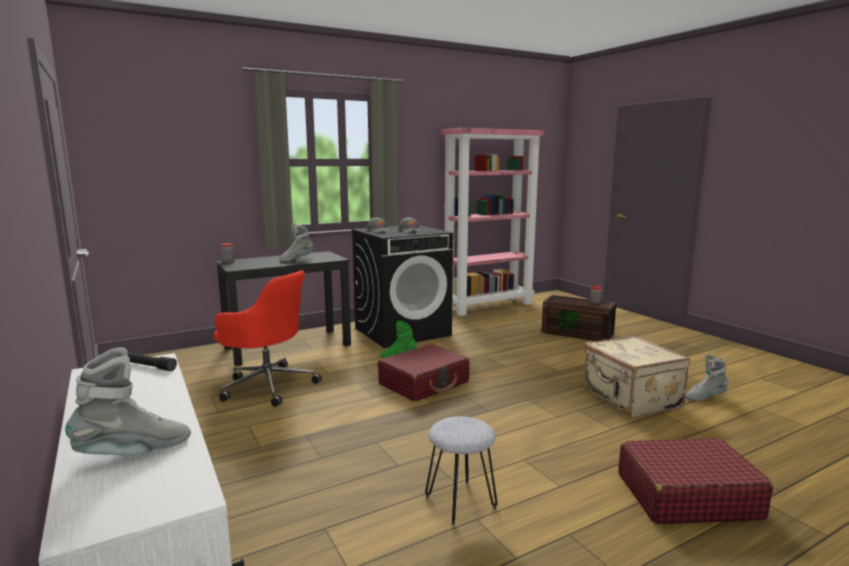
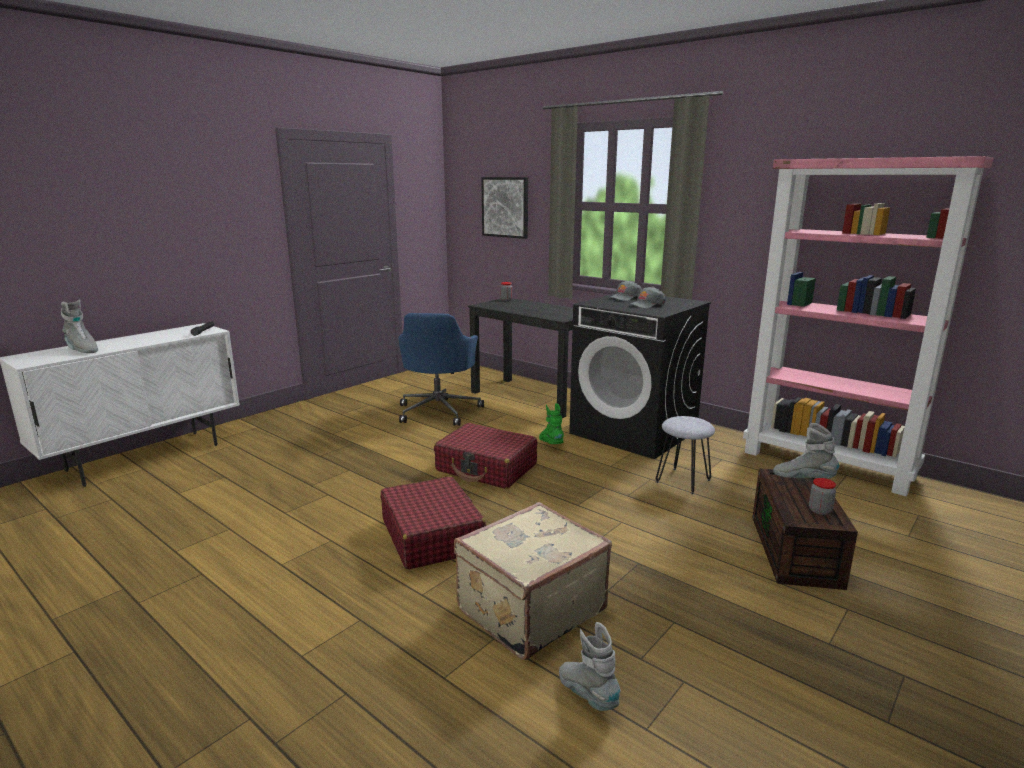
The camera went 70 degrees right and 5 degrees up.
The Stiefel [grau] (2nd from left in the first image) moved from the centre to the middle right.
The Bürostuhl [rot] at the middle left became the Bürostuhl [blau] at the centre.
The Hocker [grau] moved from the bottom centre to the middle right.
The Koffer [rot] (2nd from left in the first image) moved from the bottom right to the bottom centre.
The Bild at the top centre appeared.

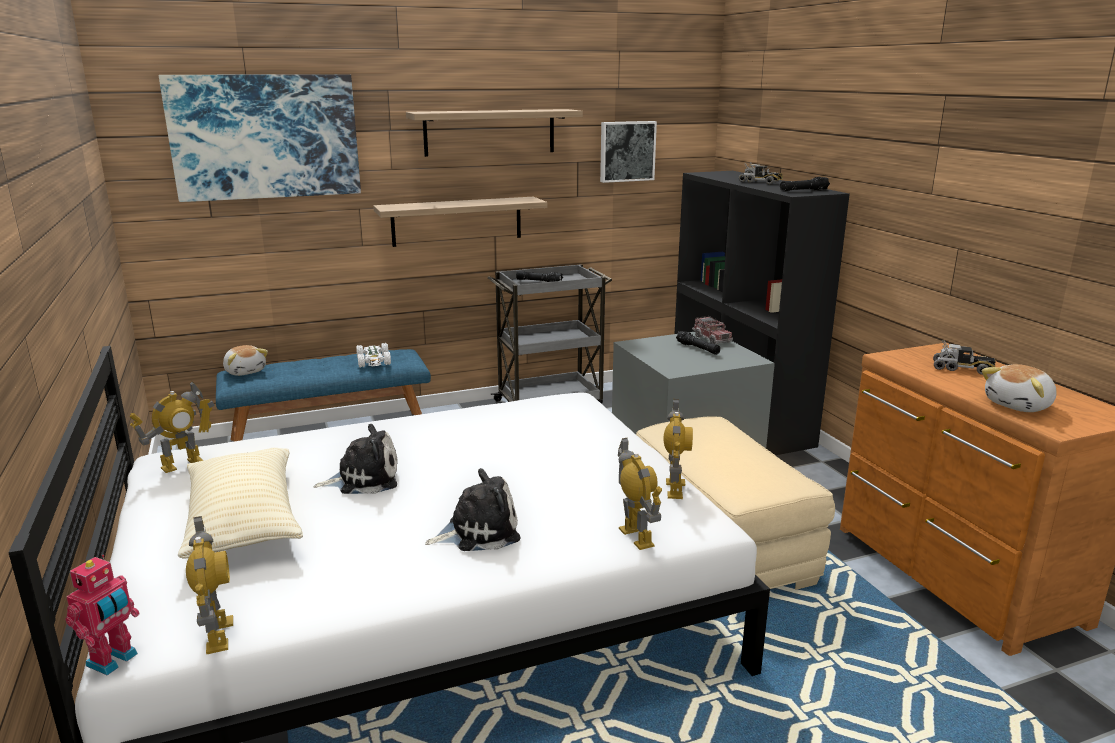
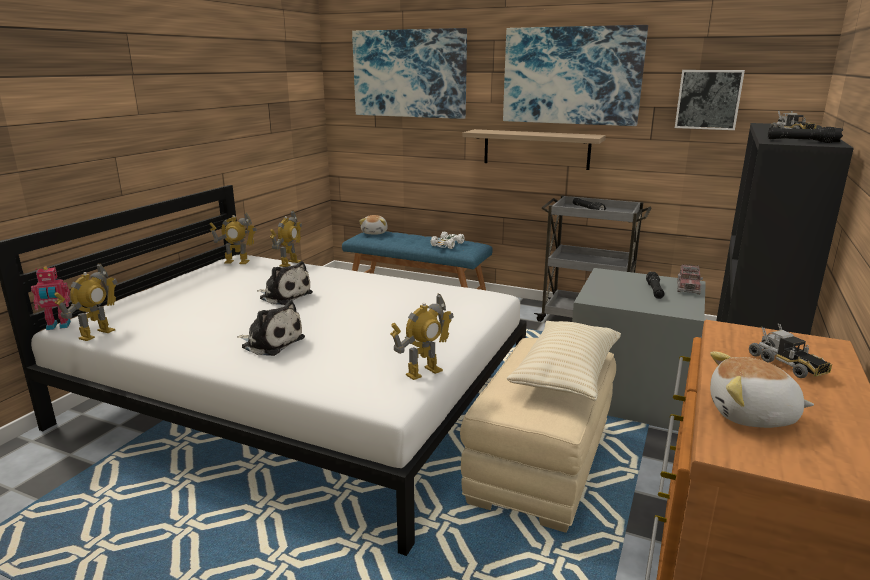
The camera went 45 degrees right and 0 degrees up.
The Wandregal (2nd from left) at the top centre was replaced by the Bild (2nd from left) at the top centre.
The Spielzeugroboter (4th from left) moved from the centre to the middle left.
The Kissen [beige] moved from the bottom left to the centre.

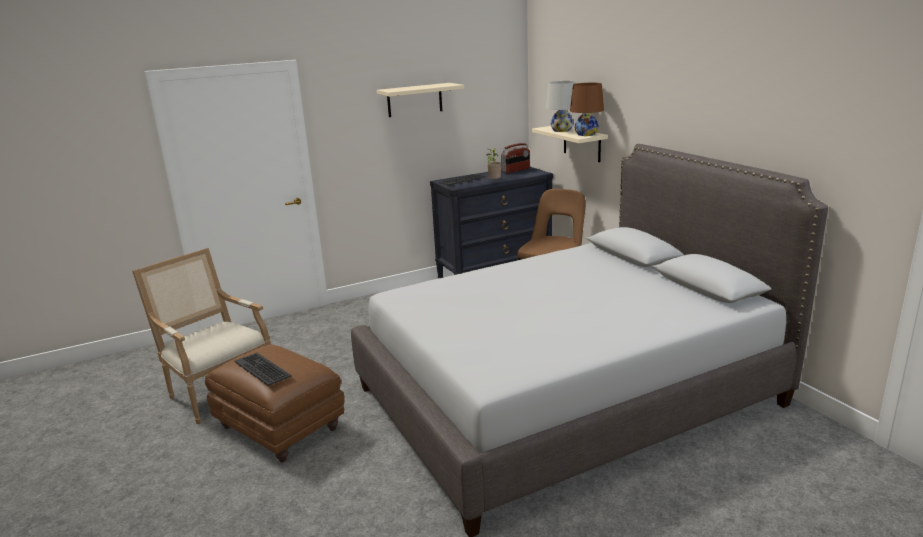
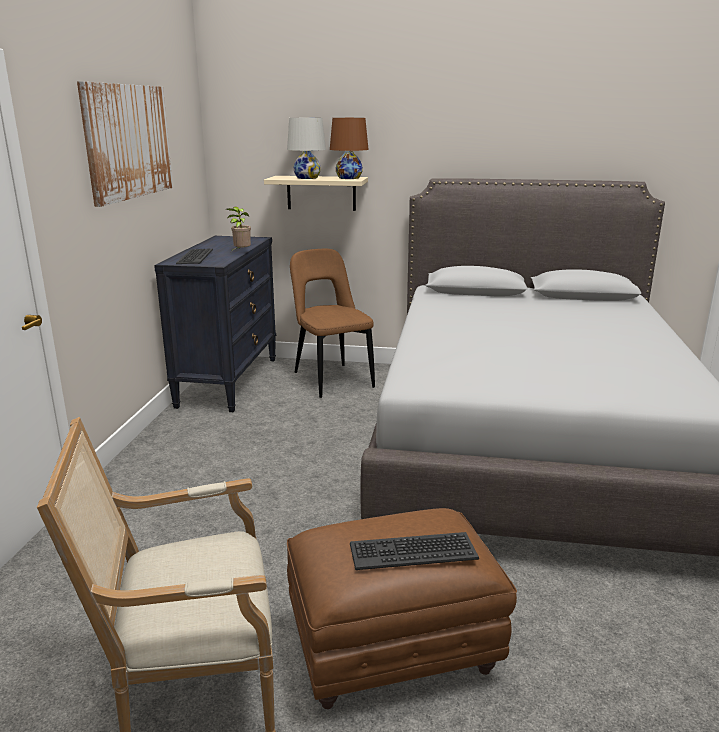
The camera went 55 degrees left and 0 degrees up.
The Wandregal [beige] (1st from left) at the top centre was replaced by the Bild at the top left.
The Radio at the top centre disappeared.

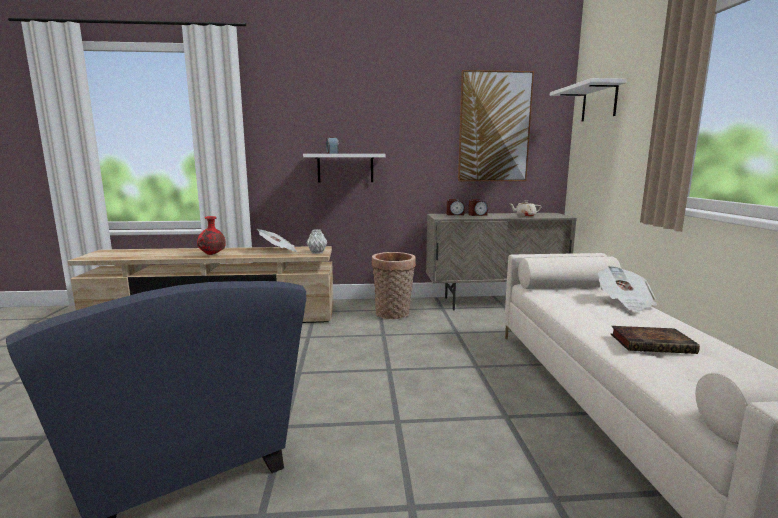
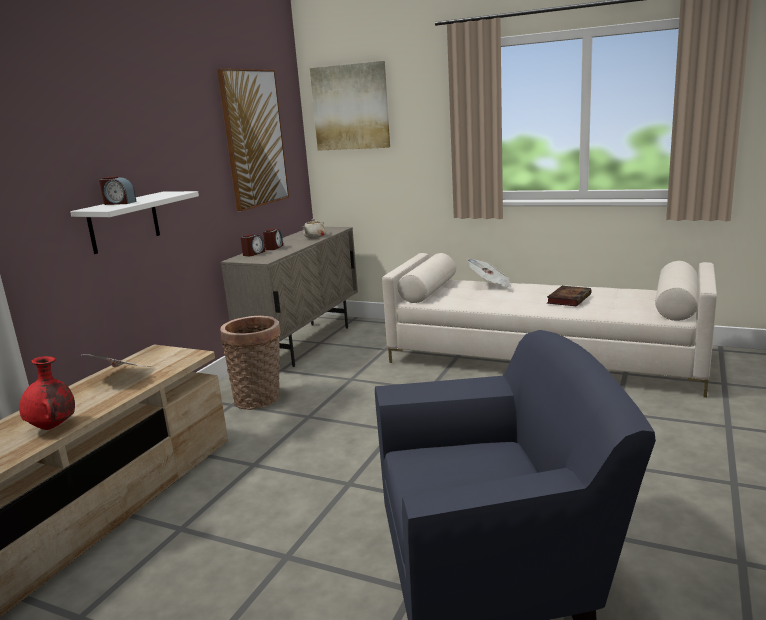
The camera went 60 degrees left and 5 degrees up.
The Wandregal [weiß] (2nd from left) at the top right was replaced by the Bild (2nd from left) at the top centre.
The Vase [grau] at the centre disappeared.

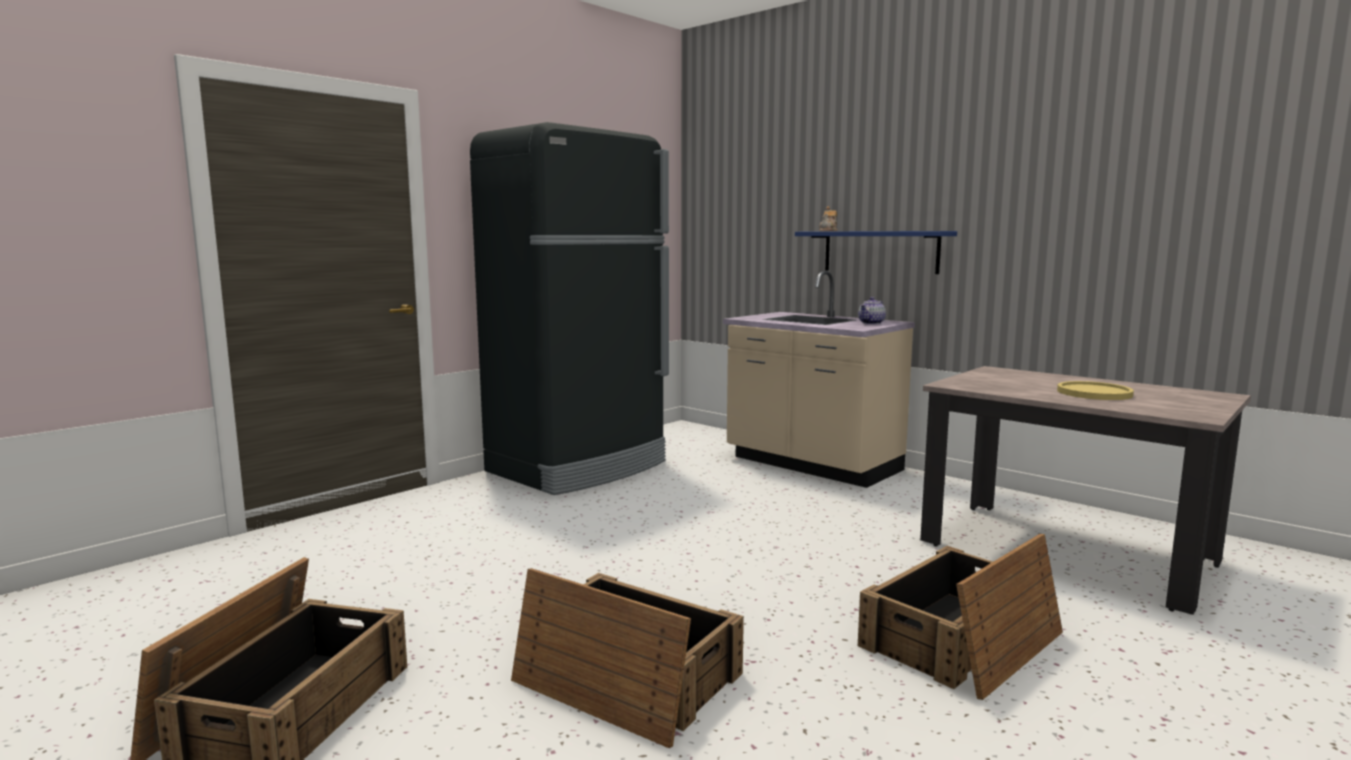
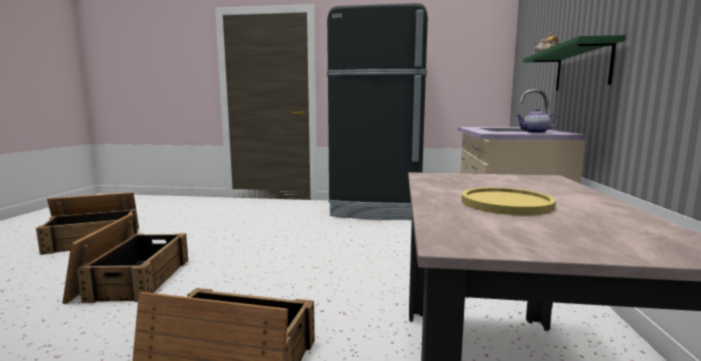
The camera went 55 degrees right and 0 degrees up.
The Wandregal [blau] at the top centre became the Wandregal [grün] at the top right.

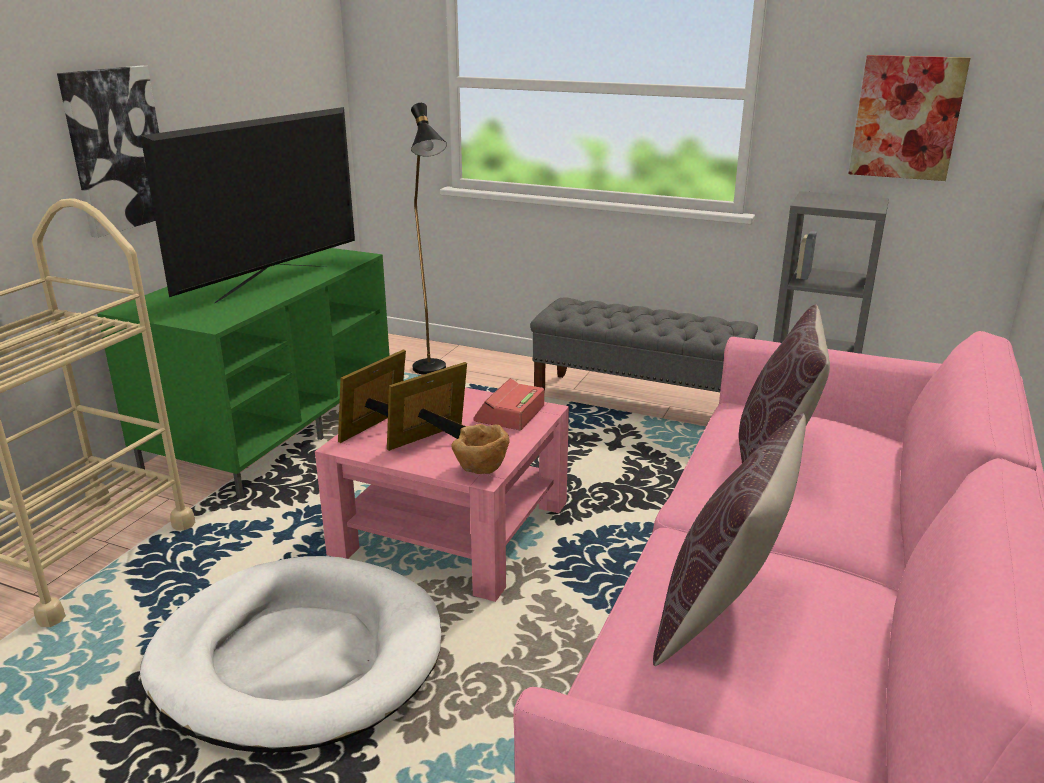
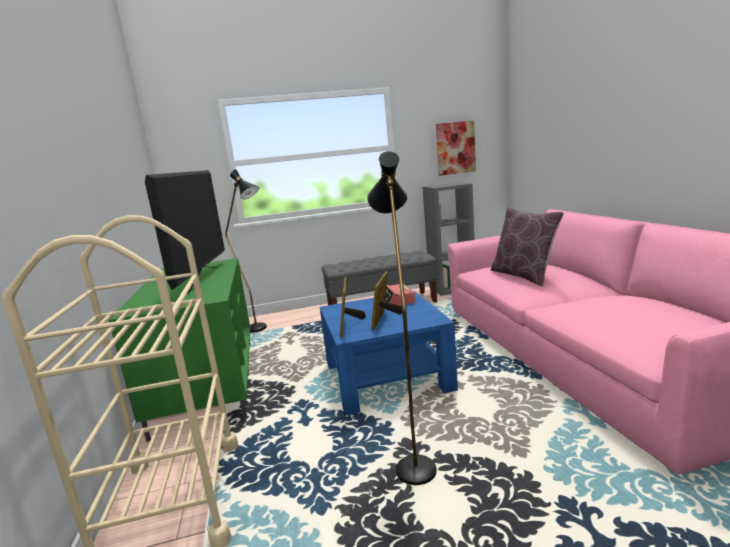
The camera went 35 degrees left and 10 degrees down.
The Bild (1st from left) at the top left disappeared.
The Couchtisch [rosa] at the centre became the Couchtisch [blau] at the centre.
The Kissen [braun] (1st from left) at the bottom right disappeared.
The Schüssel [braun] at the centre disappeared.
The Hundebett [weiß] at the bottom left was replaced by the Stehlampe [schwarz] (2nd from left) at the centre.

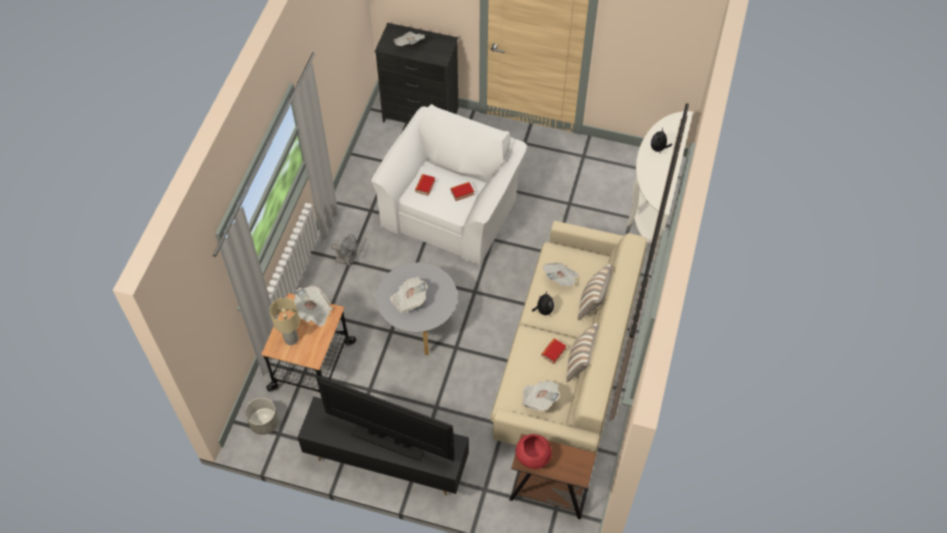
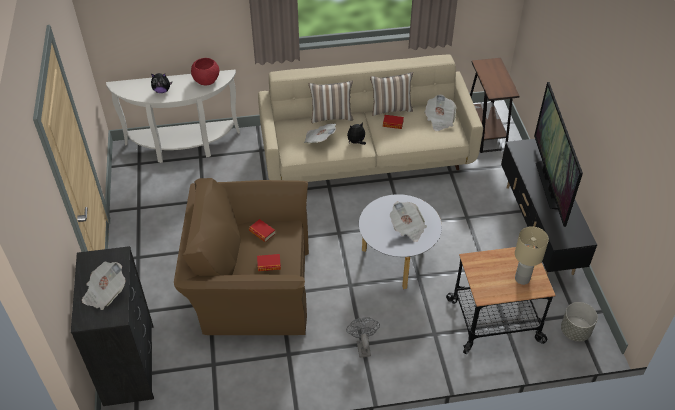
The camera went 115 degrees left and 10 degrees down.
The Sessel [weiß] at the centre became the Sessel [braun] at the centre.
The Zeitung (1st from left) at the middle left disappeared.
The Schüssel [rot] moved from the bottom centre to the top left.

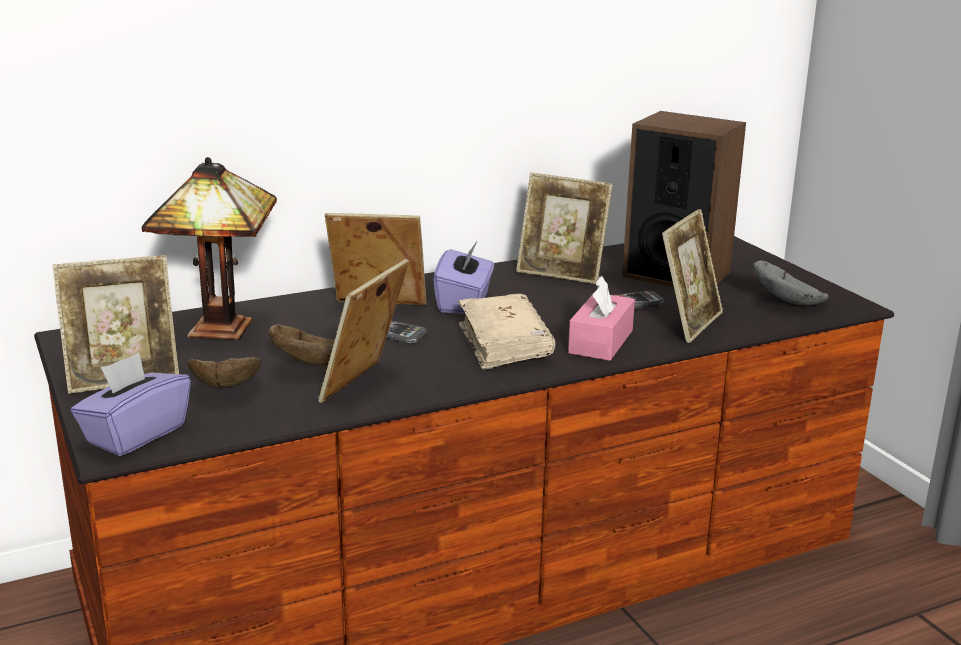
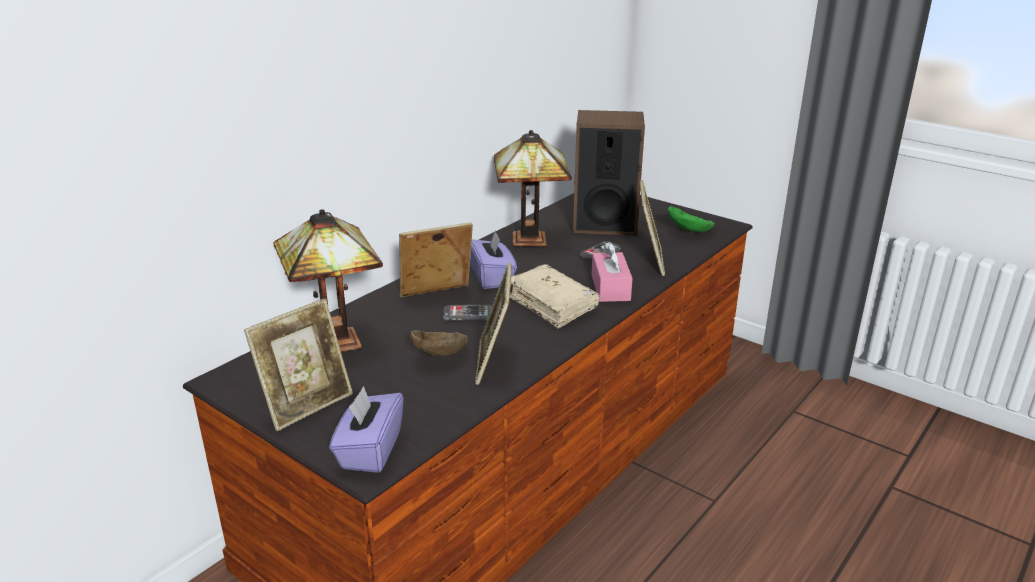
The camera went 25 degrees left and 5 degrees up.
The Bilderrahmen (4th from left) at the centre was replaced by the Tischlampe (2nd from left) at the top centre.
The Schüssel [grau] at the middle right became the Schüssel [grün] at the middle right.
The Schüssel [braun] (1st from left) at the middle left disappeared.

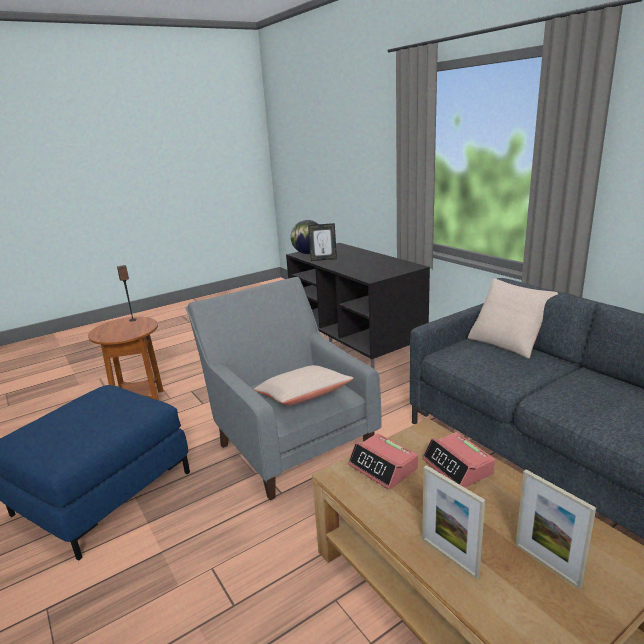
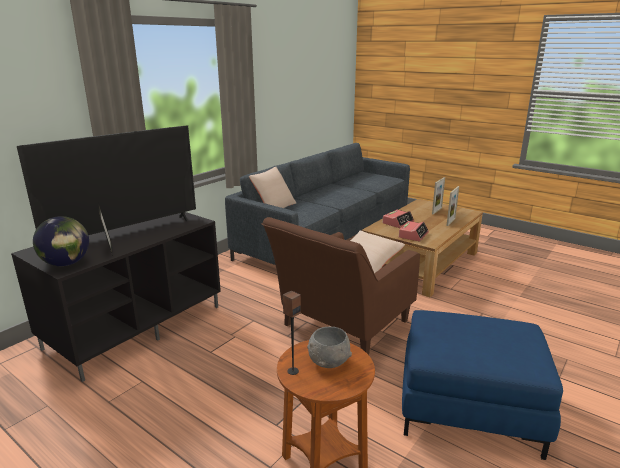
The camera went 110 degrees left and 0 degrees up.
The Sessel [grau] at the centre became the Sessel [braun] at the centre.
The Fernseher at the middle left appeared.
The Schüssel [grau] at the bottom centre appeared.

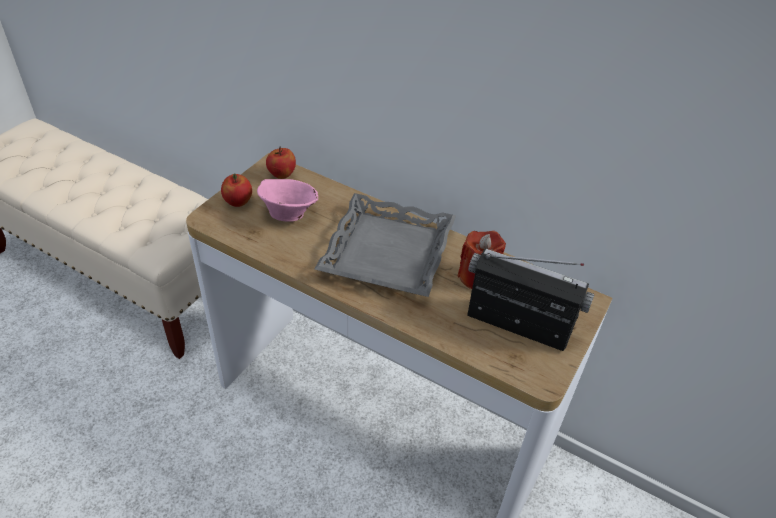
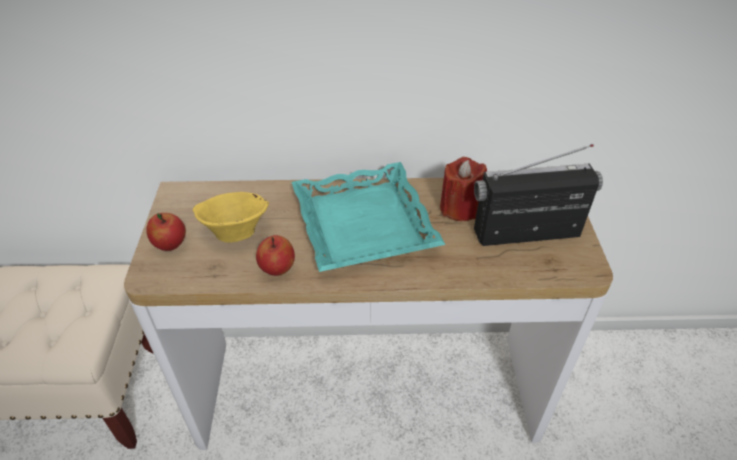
The camera went 30 degrees left and 0 degrees up.
The Apfel (2nd from left) moved from the top centre to the centre.
The Schüssel [rosa] at the centre became the Schüssel [gelb] at the middle left.
The Tablett [grau] at the centre became the Tablett [türkis] at the centre.

